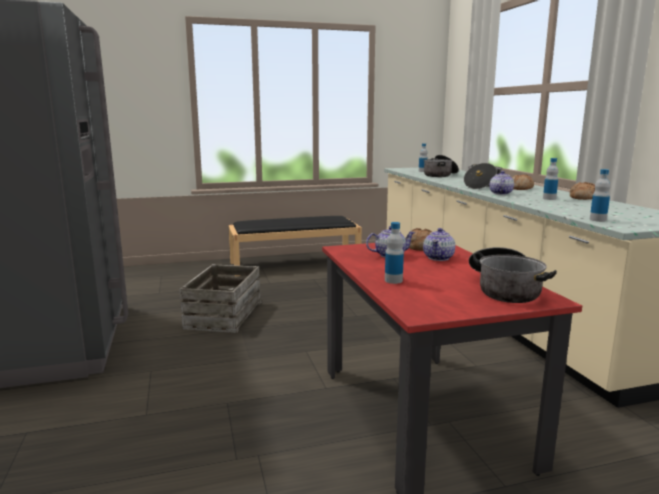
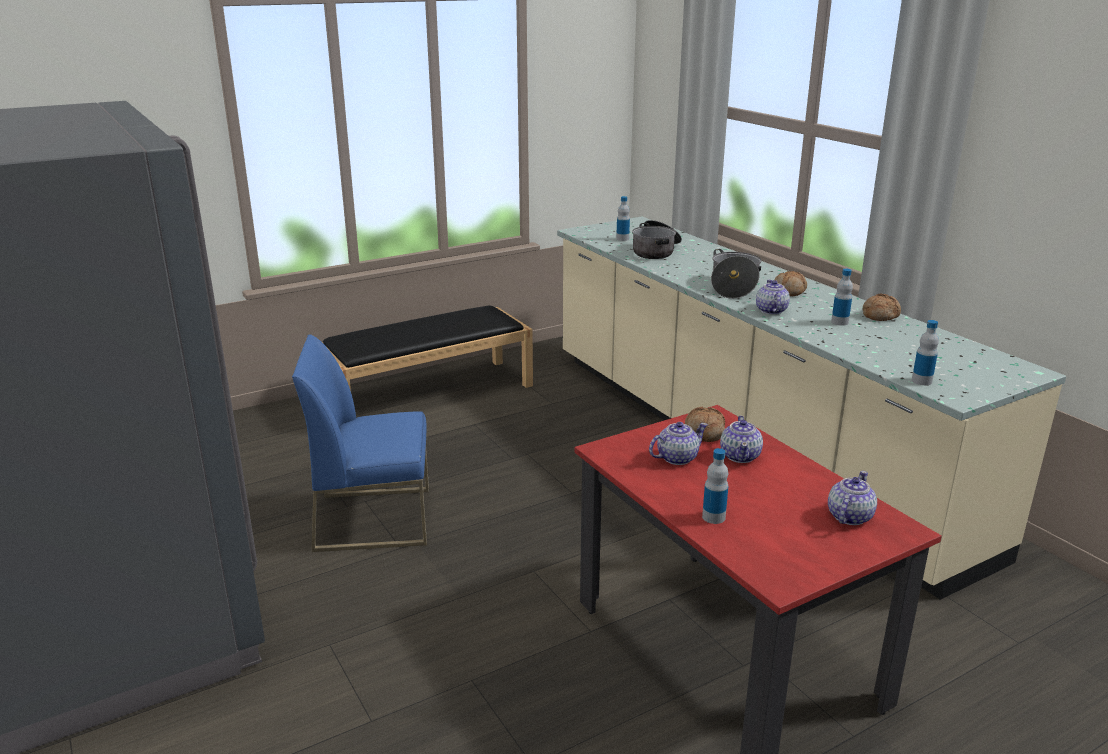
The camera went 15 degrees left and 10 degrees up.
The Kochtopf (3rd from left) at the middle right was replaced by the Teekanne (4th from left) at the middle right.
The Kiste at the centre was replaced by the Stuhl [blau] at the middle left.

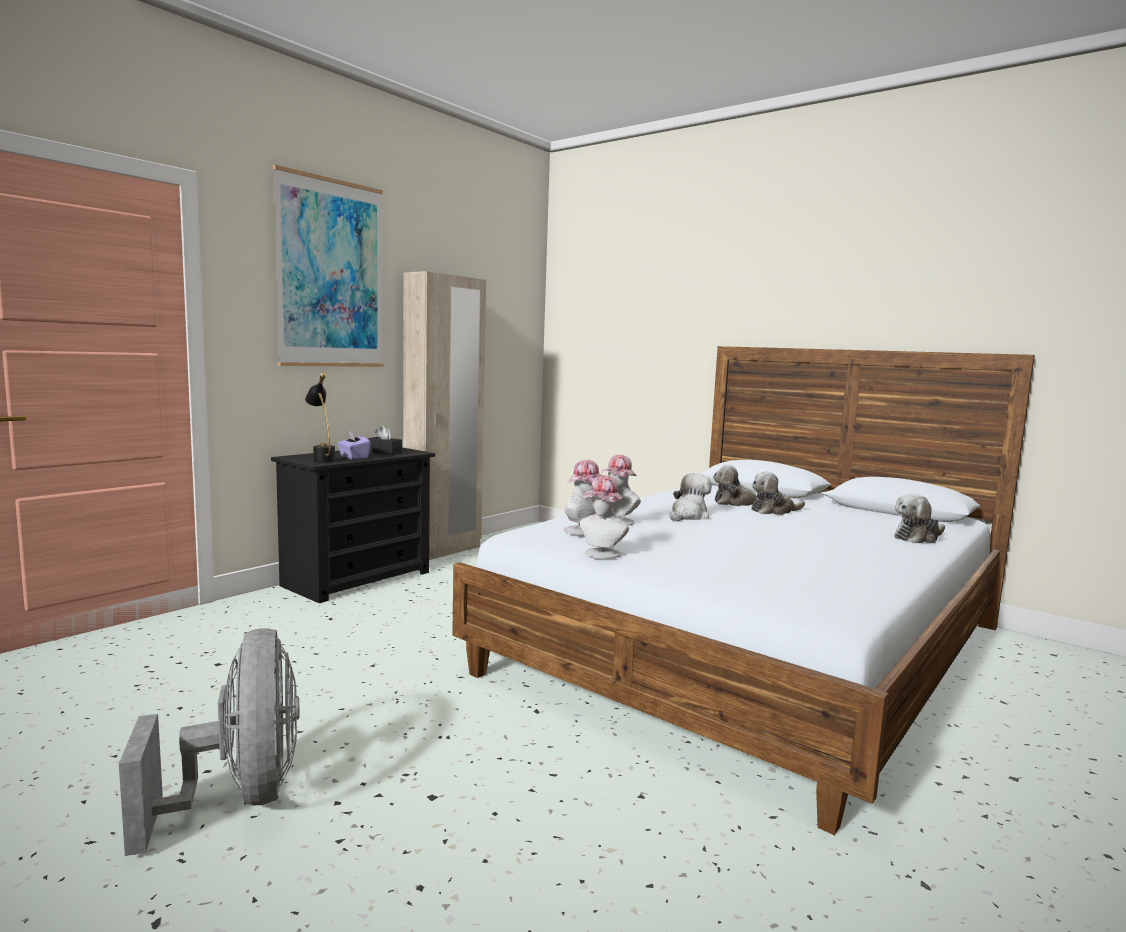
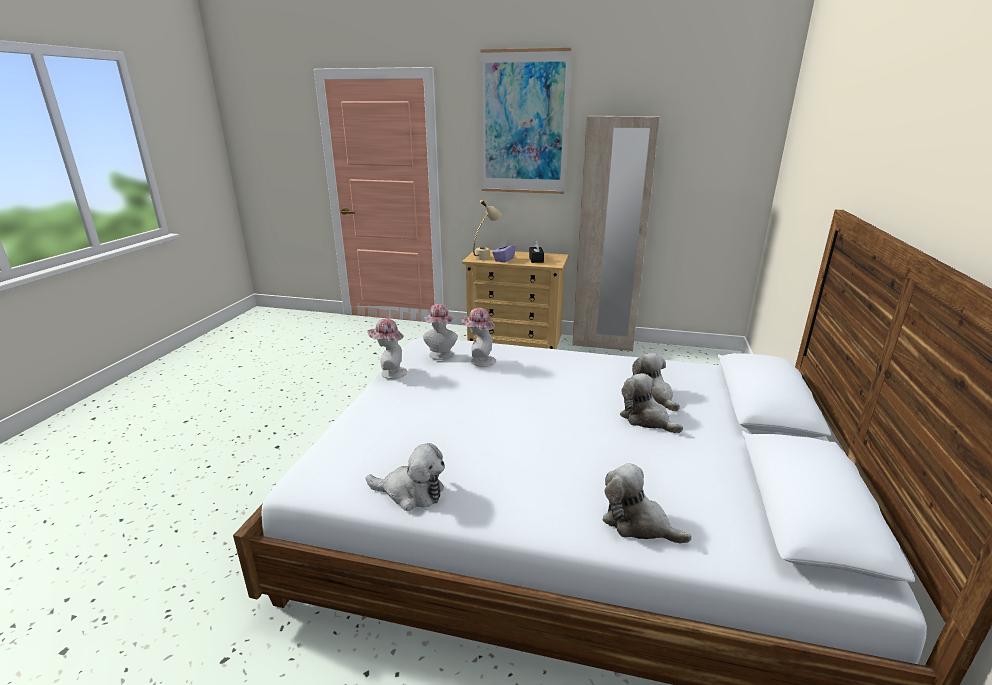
The camera went 65 degrees right and 15 degrees up.
The Tischlampe [schwarz] at the middle left became the Tischlampe [beige] at the centre.
The Kommode [schwarz] at the middle left became the Kommode [beige] at the centre.
The Plüschtier (1st from left) moved from the centre to the bottom centre.
The Ventilator [grau] at the bottom left disappeared.

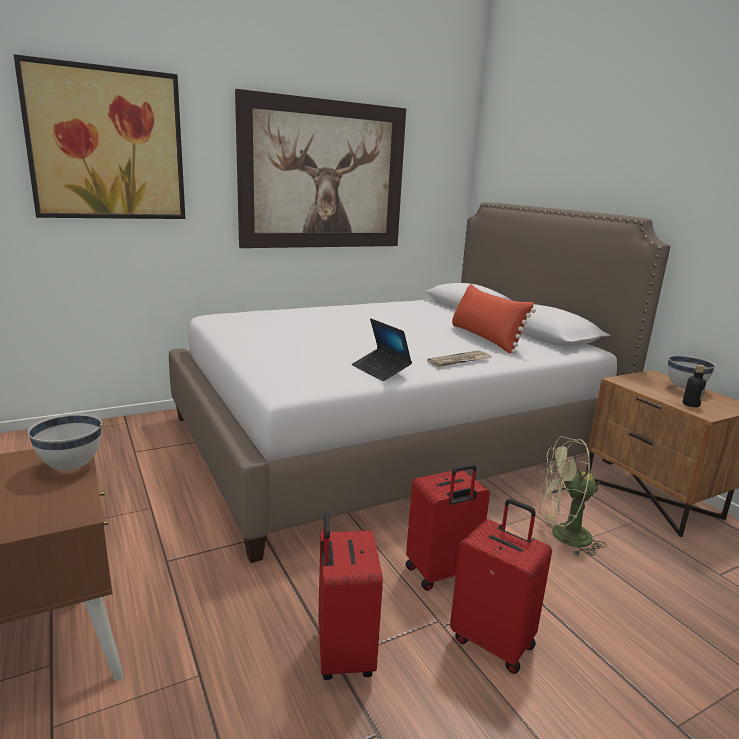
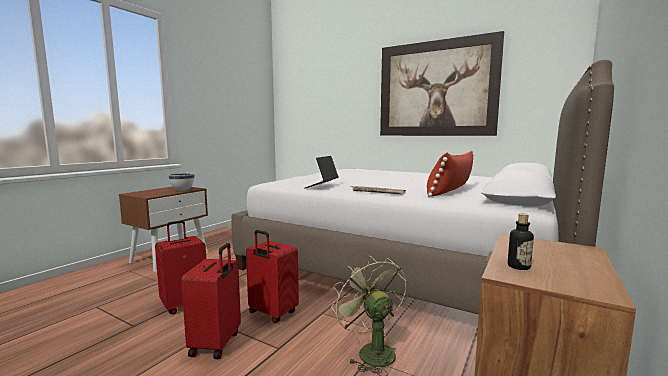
The camera went 60 degrees right and 10 degrees down.
The Bild (1st from left) at the top left disappeared.
The Schüssel [weiß] (2nd from left) at the middle right disappeared.

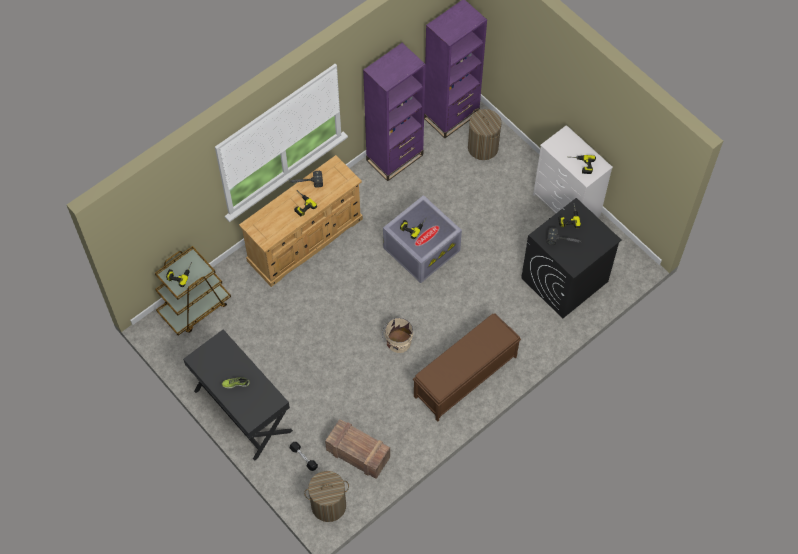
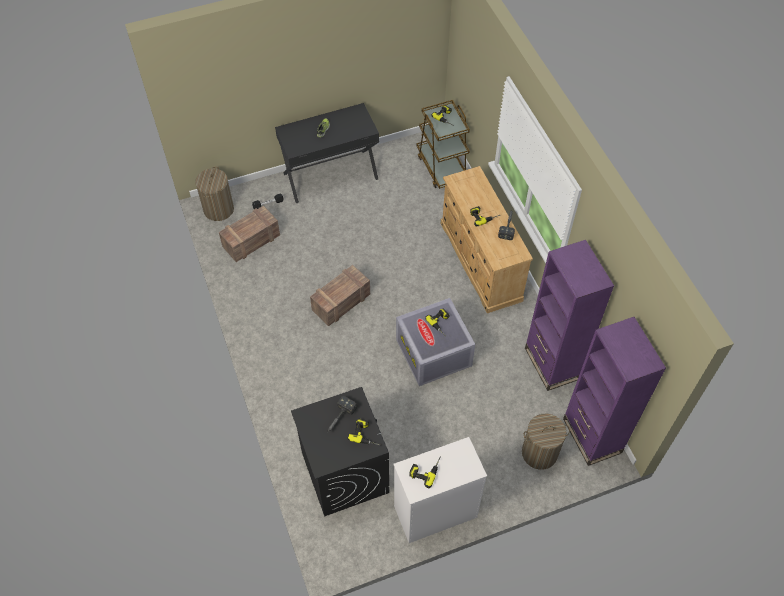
The camera went 110 degrees right and 5 degrees down.
The Bank [braun] at the centre disappeared.
The Eimer [beige] at the centre was replaced by the Kiste (2nd from left) at the centre.

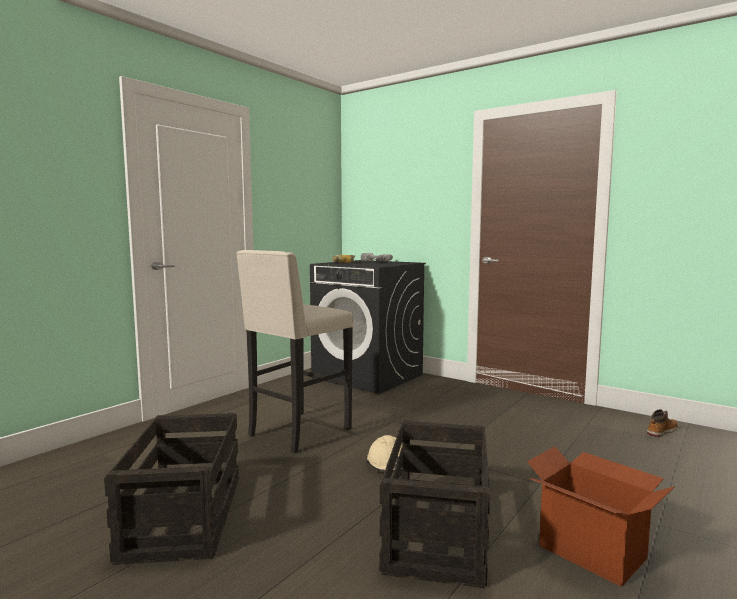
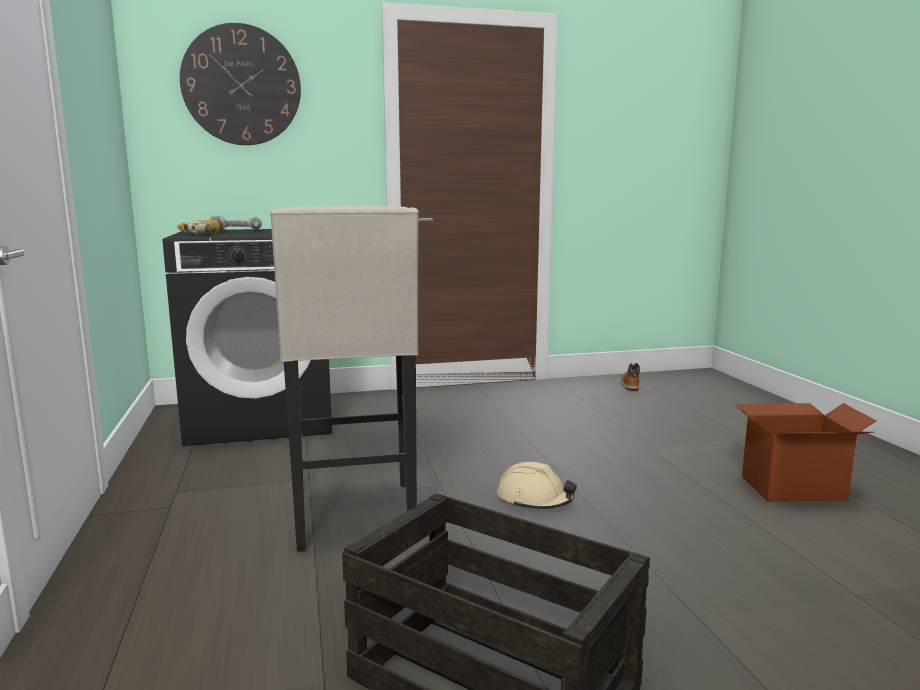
The camera went 50 degrees left and 5 degrees up.
The Kiste (2nd from left) at the bottom centre disappeared.
The Wanduhr at the top left appeared.

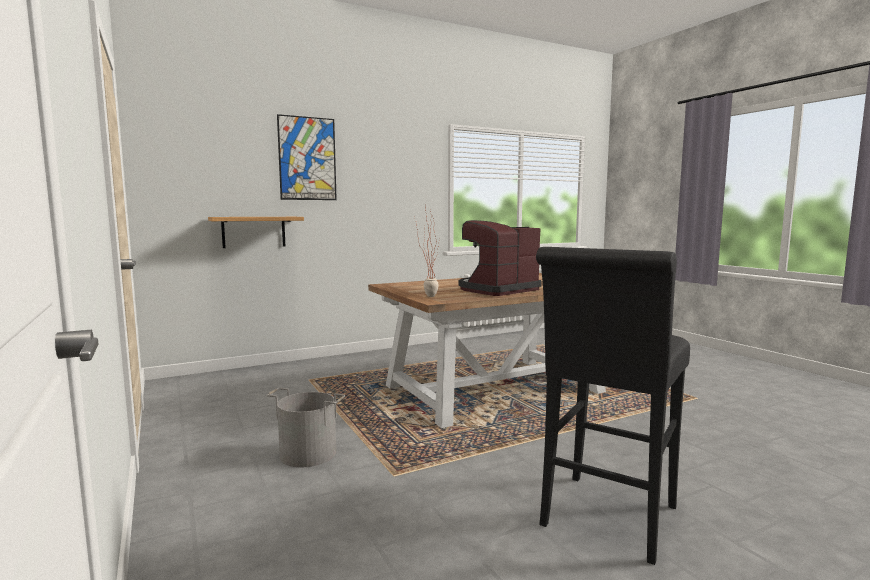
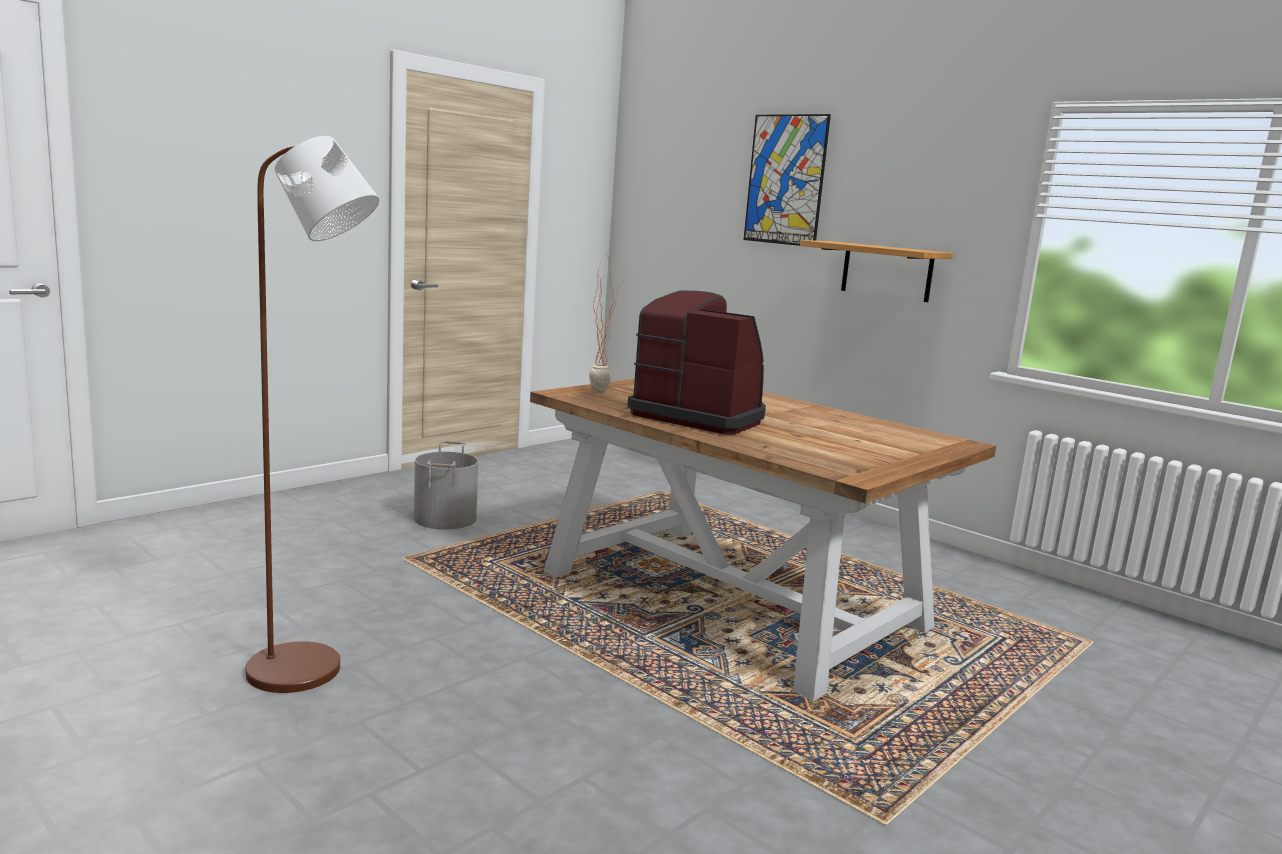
The camera went 70 degrees right and 5 degrees up.
The Wandregal moved from the middle left to the top right.
The Hocker [schwarz] at the bottom right was replaced by the Stehlampe [braun] at the middle left.

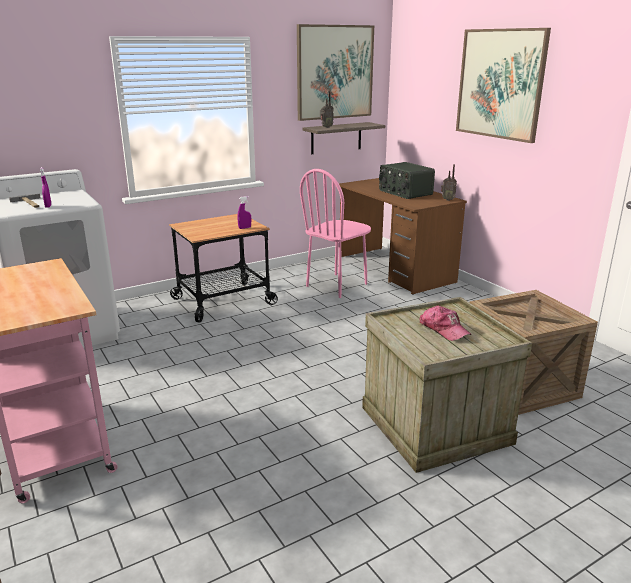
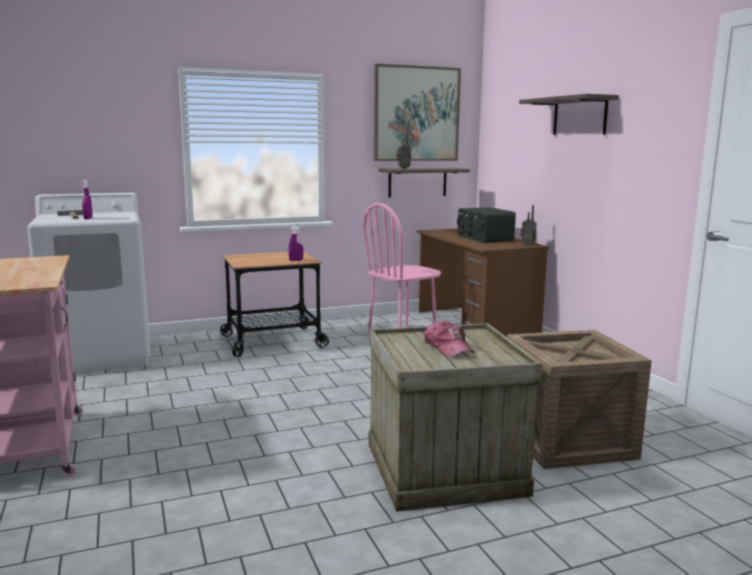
The camera went 10 degrees right and 10 degrees down.
The Bild (2nd from left) at the top right was replaced by the Wandregal (2nd from left) at the top right.

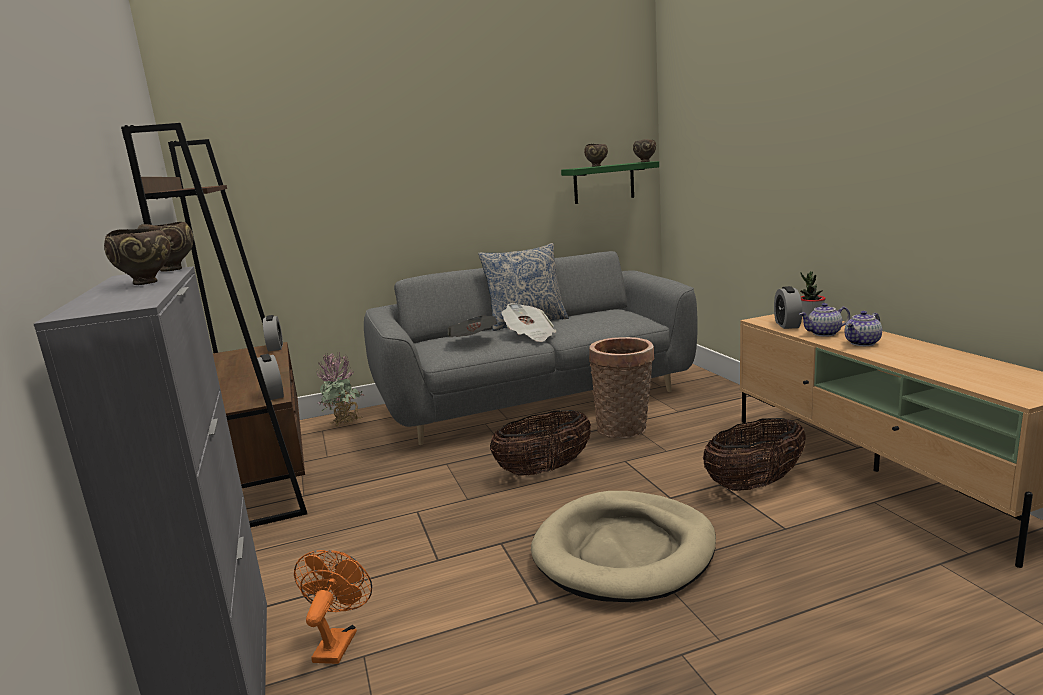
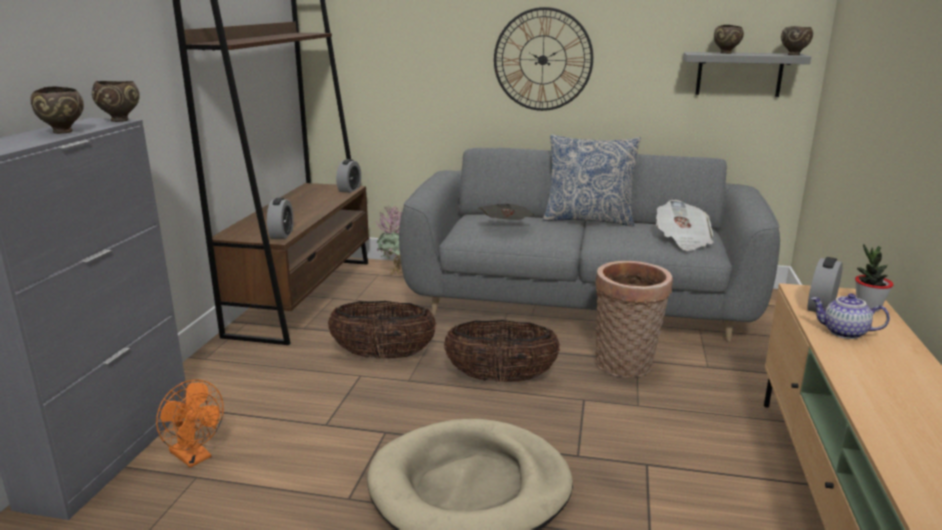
The camera went 30 degrees right and 5 degrees up.
The Wandregal [grün] at the top centre became the Wandregal [grau] at the top right.
The Zeitung (2nd from left) moved from the centre to the middle right.
The Teekanne (2nd from left) at the middle right disappeared.
The Korb (3rd from left in the first image) moved from the middle right to the centre.
The Ventilator [orange] at the bottom left turned 90 degrees clockwise.
The Wanduhr at the top centre appeared.

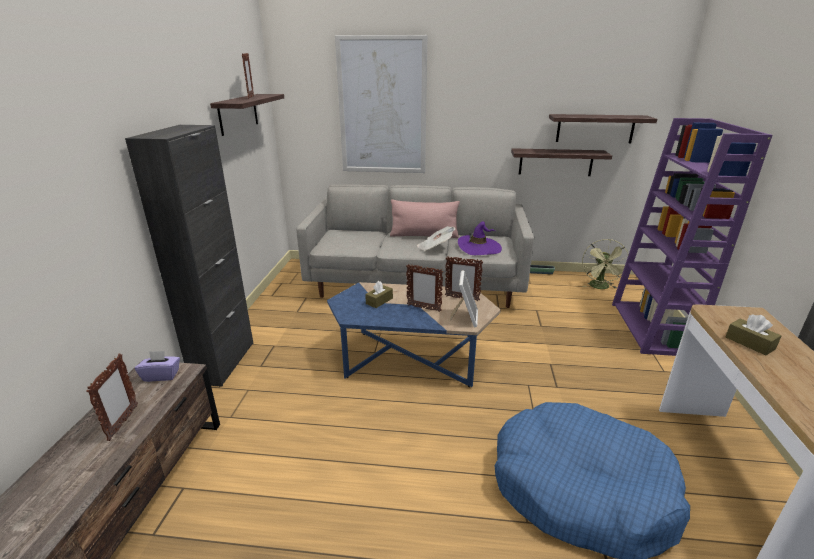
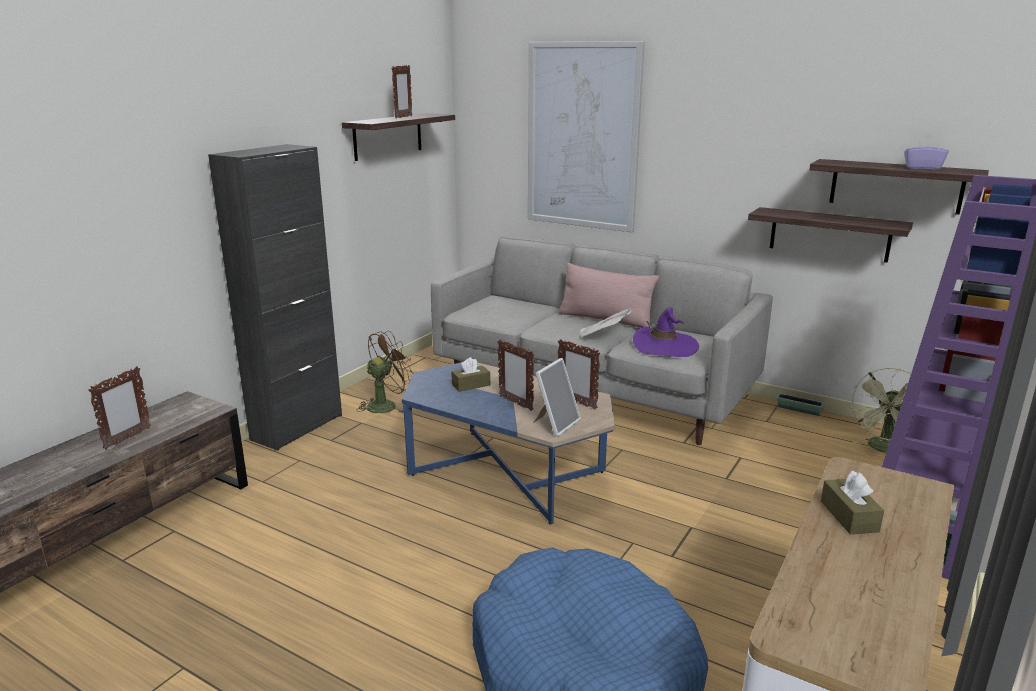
The camera went 25 degrees right and 5 degrees down.
The Taschentuchbox [lila] moved from the middle left to the top right.
The Ventilator [braun] at the centre appeared.

